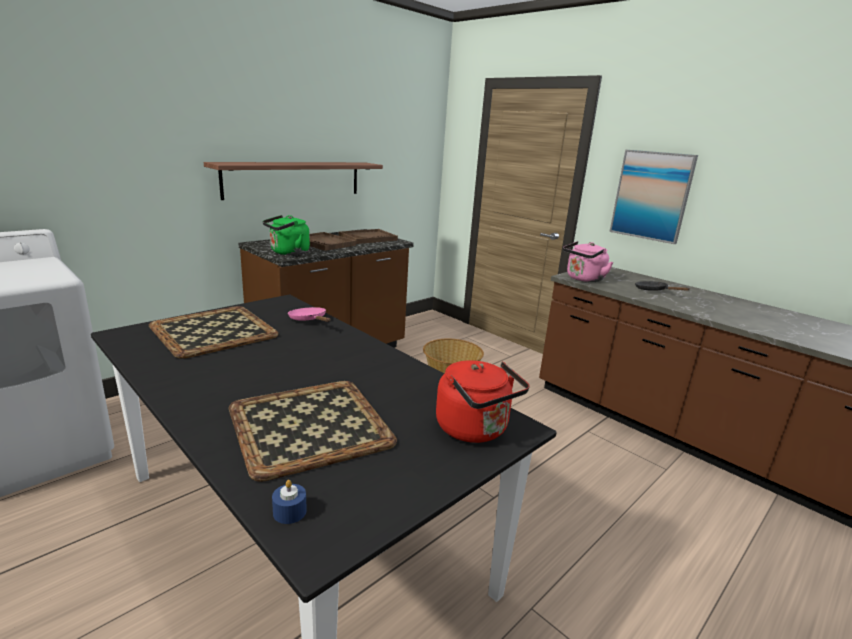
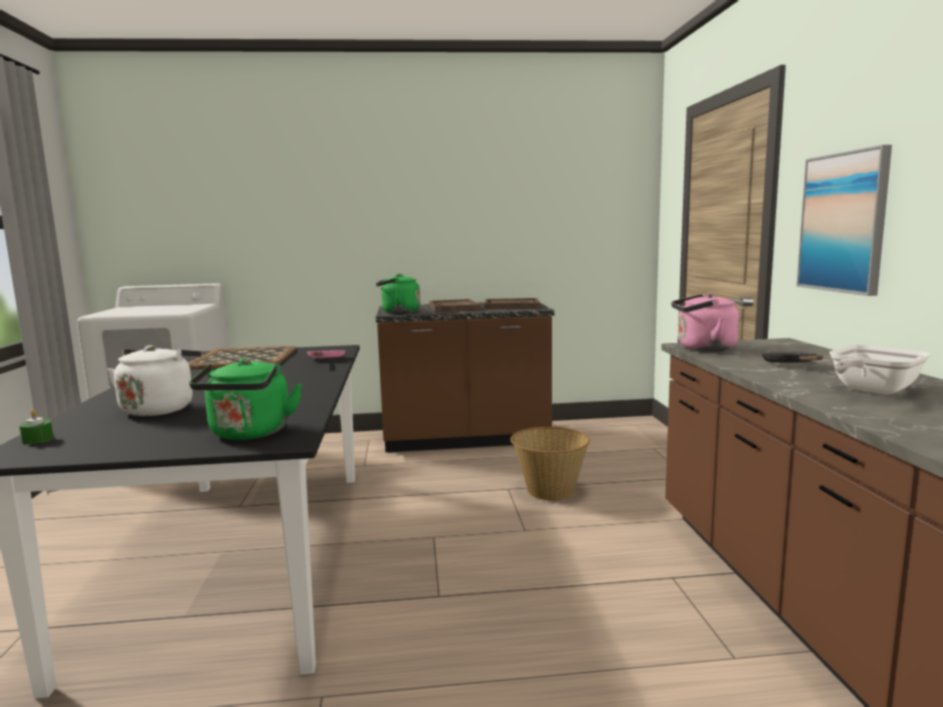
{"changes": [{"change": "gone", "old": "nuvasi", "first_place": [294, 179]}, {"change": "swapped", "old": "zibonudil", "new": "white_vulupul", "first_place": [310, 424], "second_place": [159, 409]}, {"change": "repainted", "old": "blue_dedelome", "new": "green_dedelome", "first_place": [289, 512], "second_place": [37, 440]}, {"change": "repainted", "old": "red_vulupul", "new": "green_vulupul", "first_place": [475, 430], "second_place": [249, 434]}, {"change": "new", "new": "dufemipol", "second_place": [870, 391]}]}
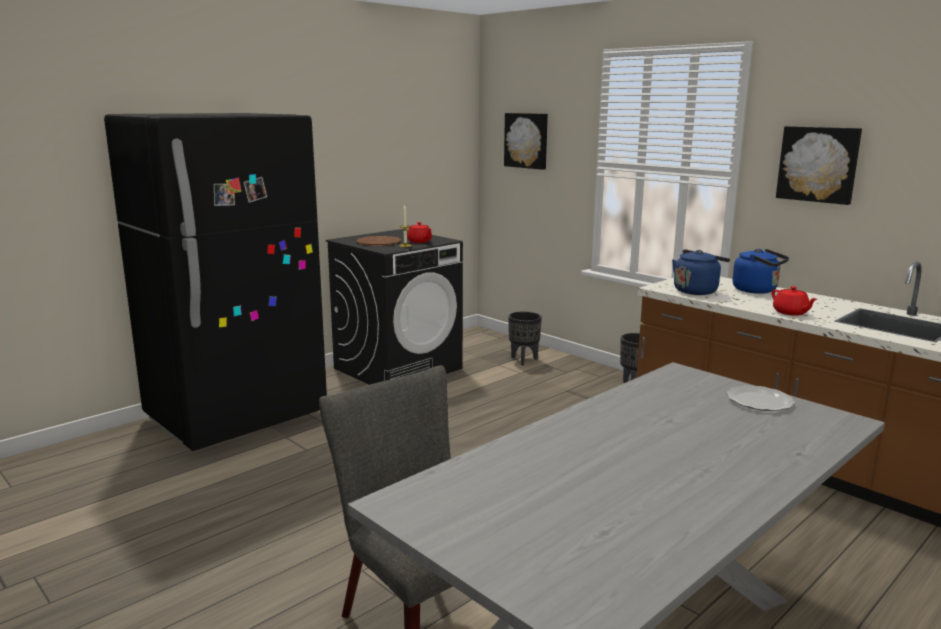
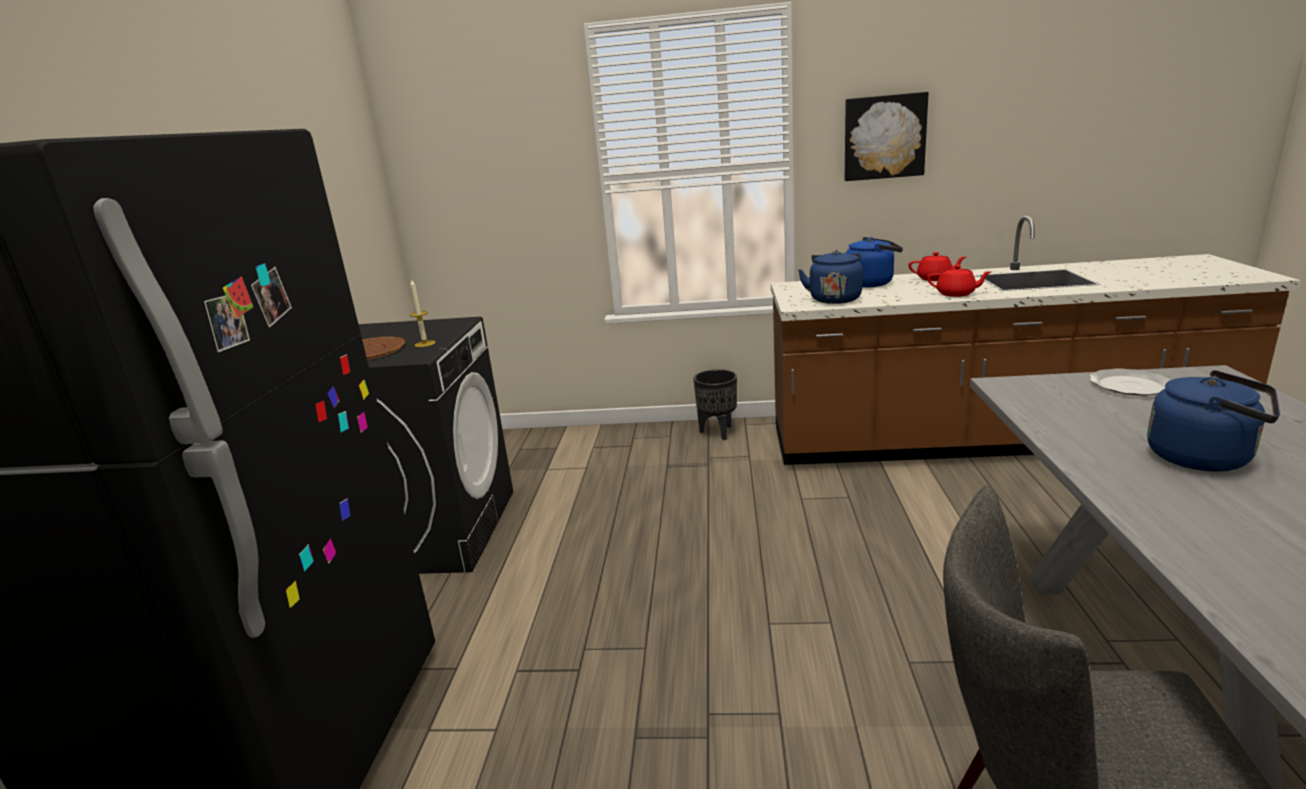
{"changes": [{"change": "shifted", "old": "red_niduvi", "first_place": [419, 241], "second_place": [935, 278]}, {"change": "gone", "old": "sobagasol", "first_place": [527, 140]}, {"change": "gone", "old": "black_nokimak", "first_place": [524, 360]}, {"change": "new", "new": "blue_vulupul", "second_place": [1205, 458]}]}
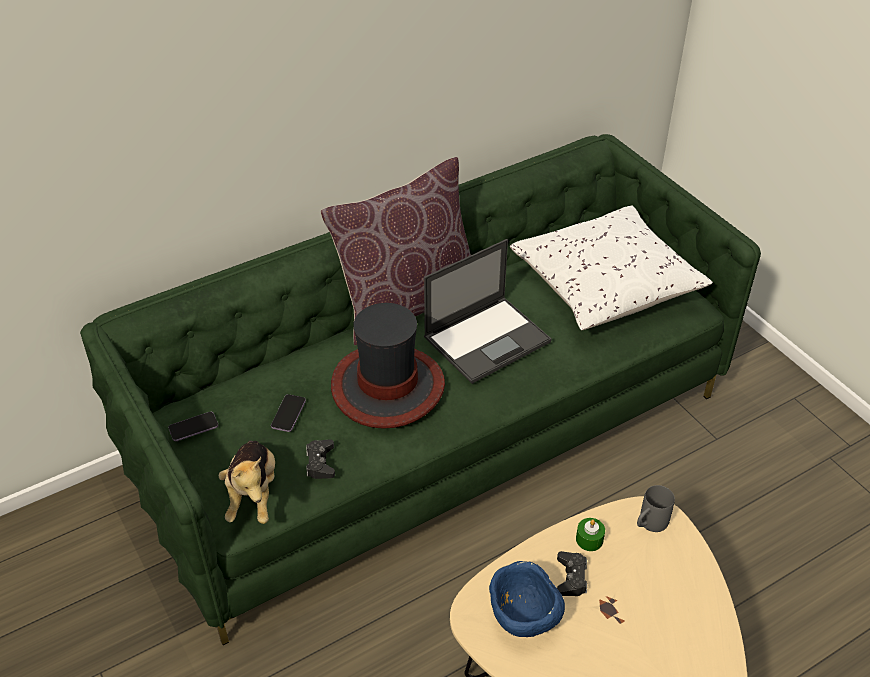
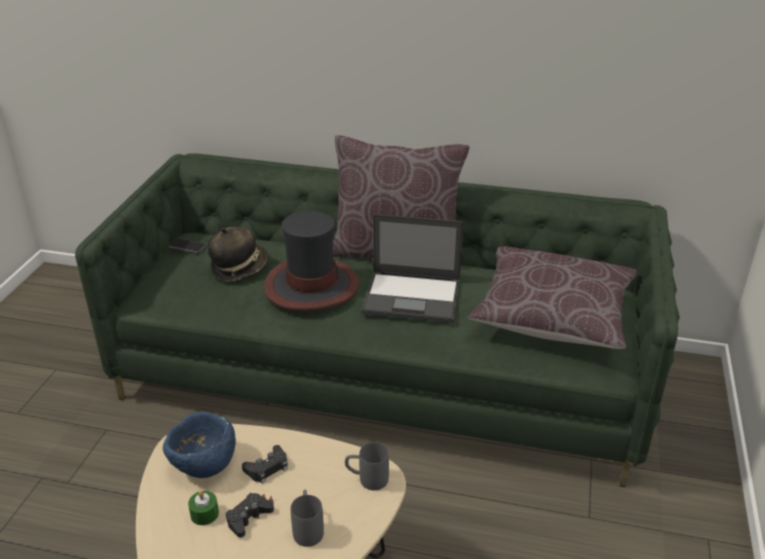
{"changes": [{"change": "gone", "old": "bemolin", "first_place": [253, 495]}, {"change": "swapped", "old": "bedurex", "new": "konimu", "first_place": [288, 414], "second_place": [239, 267]}, {"change": "shifted", "old": "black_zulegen", "first_place": [320, 463], "second_place": [248, 518]}, {"change": "repainted", "old": "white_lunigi", "new": "brown_lunigi", "first_place": [605, 284], "second_place": [552, 314]}, {"change": "shifted", "old": "green_dedelome", "first_place": [589, 539], "second_place": [204, 514]}, {"change": "new", "new": "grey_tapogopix", "second_place": [307, 528]}]}
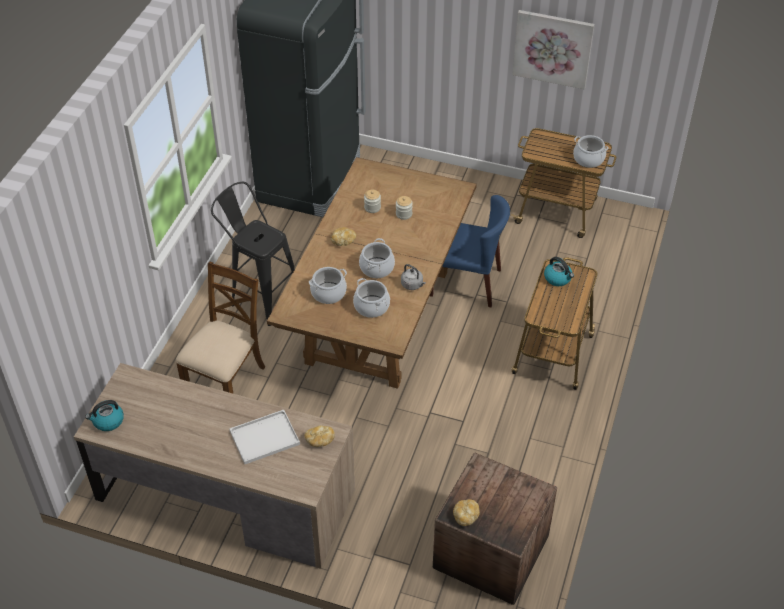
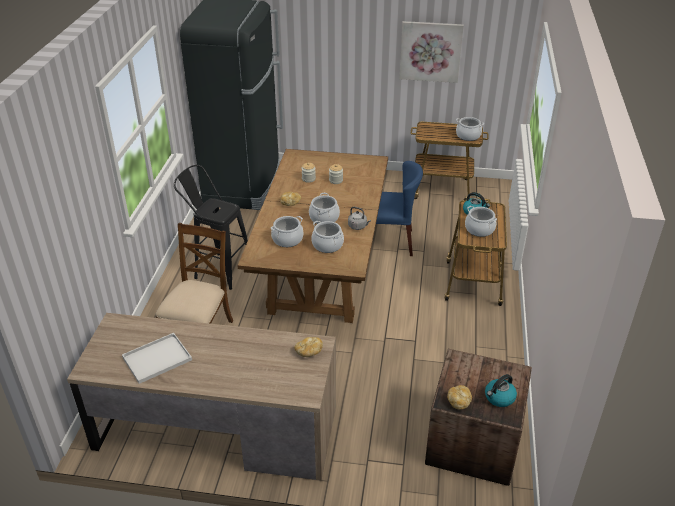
{"changes": [{"change": "shifted", "old": "vulupul", "first_place": [108, 421], "second_place": [499, 398]}, {"change": "shifted", "old": "white_zibonudil", "first_place": [265, 436], "second_place": [158, 358]}, {"change": "new", "new": "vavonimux", "second_place": [479, 229]}]}
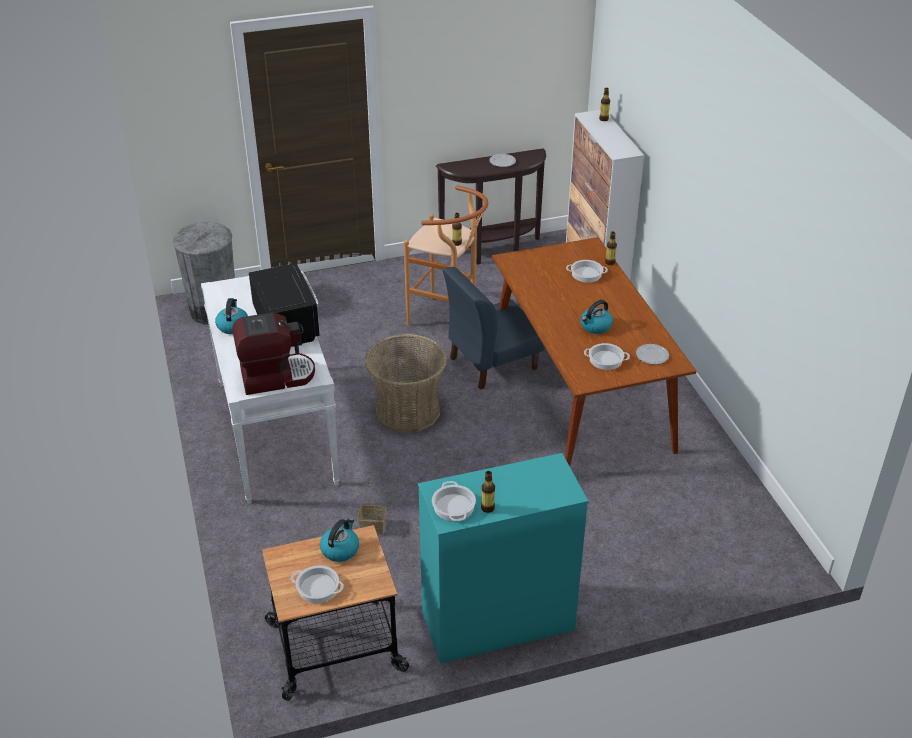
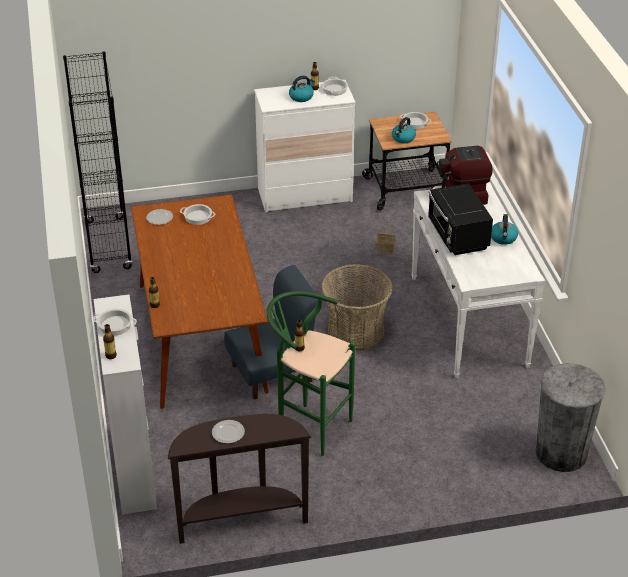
{"changes": [{"change": "repainted", "old": "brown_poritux", "new": "green_poritux", "first_place": [448, 319], "second_place": [309, 425]}, {"change": "repainted", "old": "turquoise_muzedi", "new": "white_muzedi", "first_place": [497, 621], "second_place": [305, 196]}, {"change": "shifted", "old": "vavonimux", "first_place": [586, 274], "second_place": [114, 325]}, {"change": "shifted", "old": "vulupul", "first_place": [595, 327], "second_place": [301, 97]}, {"change": "new", "new": "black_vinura", "second_place": [108, 245]}]}
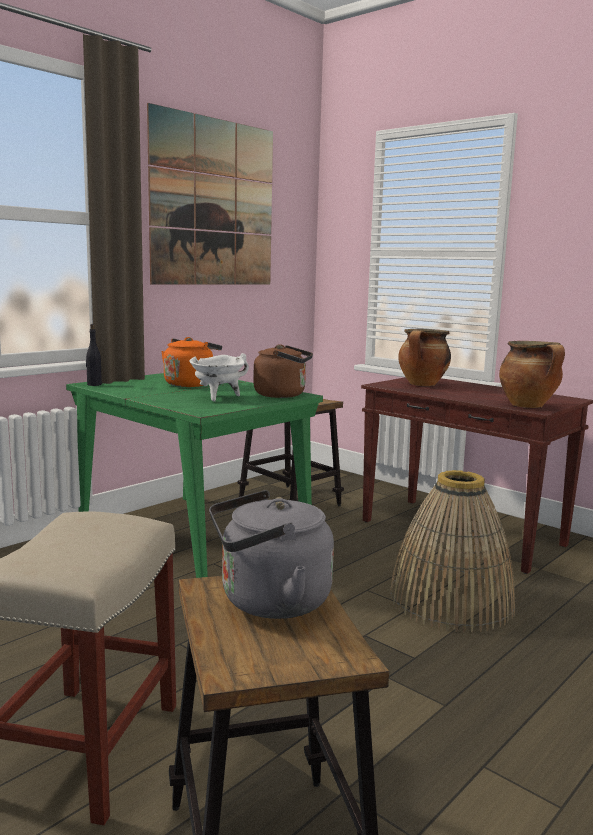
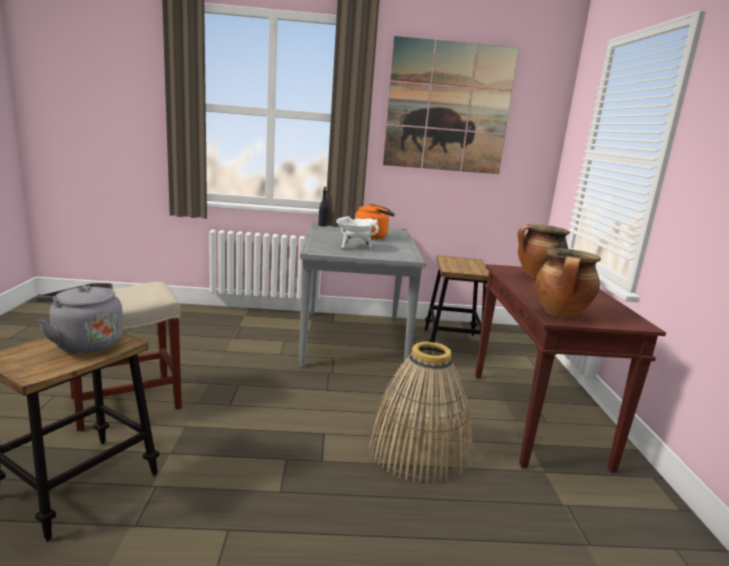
{"changes": [{"change": "repainted", "old": "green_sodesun", "new": "grey_sodesun", "first_place": [192, 536], "second_place": [353, 339]}, {"change": "gone", "old": "brown_vulupul", "first_place": [283, 395]}]}
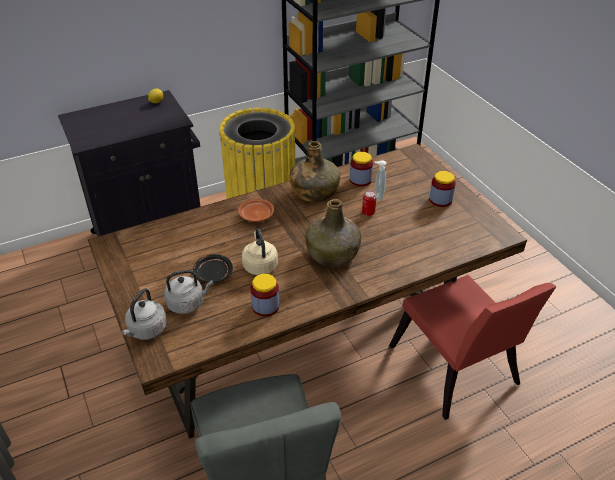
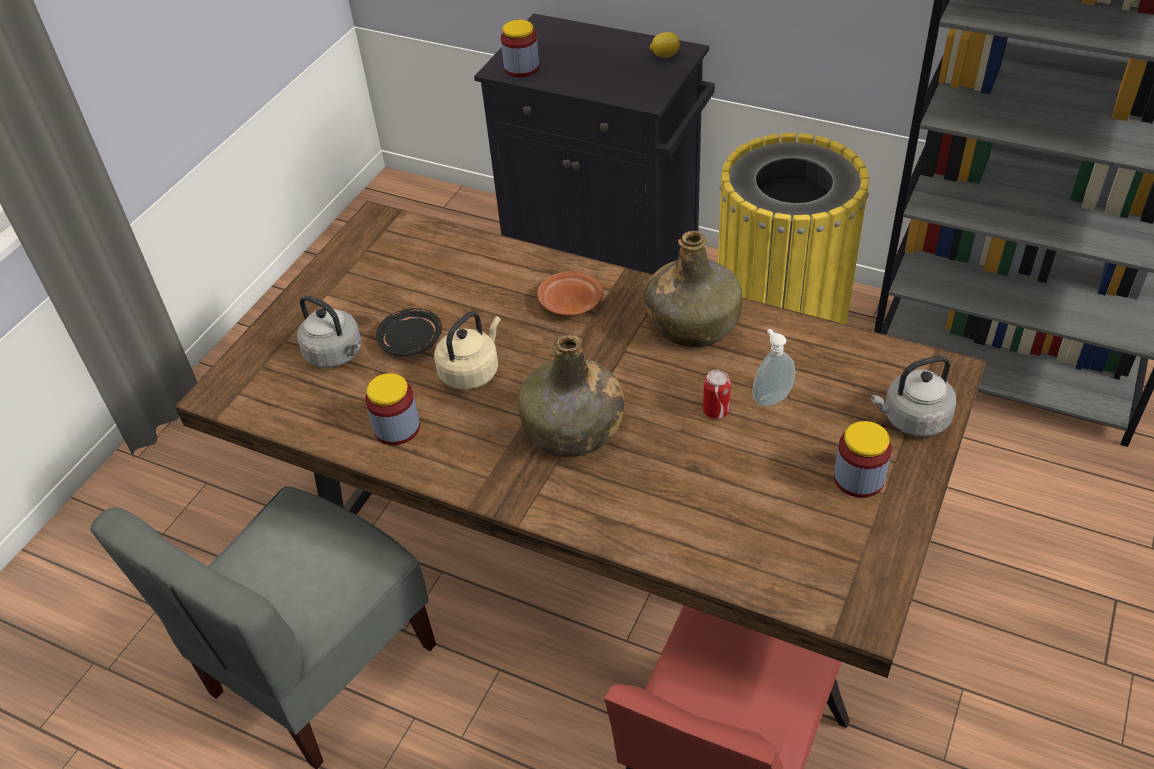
{"changes": [{"change": "shifted", "old": "grey_vulupul", "first_place": [146, 330], "second_place": [912, 419]}, {"change": "shifted", "old": "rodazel", "first_place": [360, 180], "second_place": [521, 68]}]}
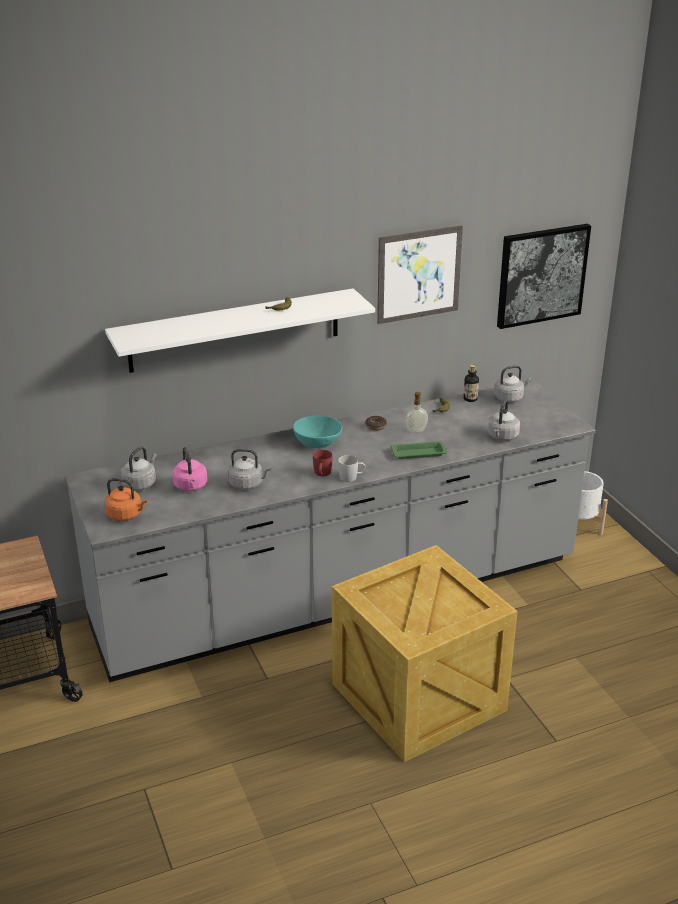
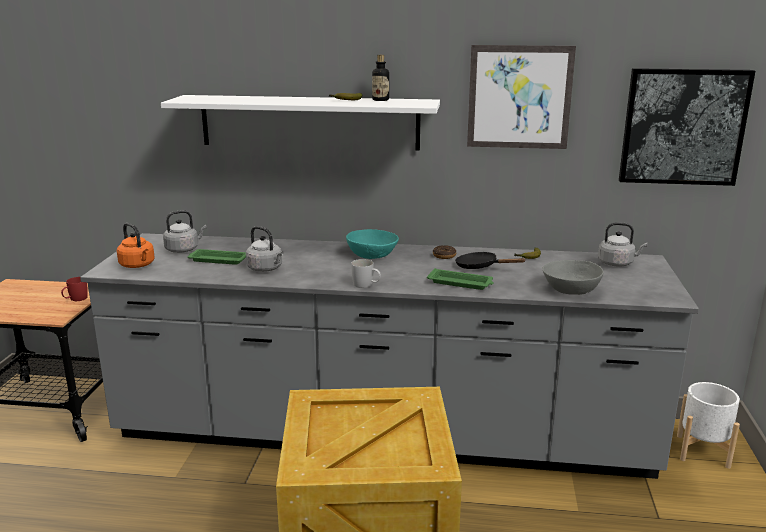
{"changes": [{"change": "swapped", "old": "pink_vulupul", "new": "green_zibonudil", "first_place": [191, 487], "second_place": [217, 260]}, {"change": "shifted", "old": "red_tapogopix", "first_place": [322, 474], "second_place": [75, 299]}, {"change": "swapped", "old": "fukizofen", "new": "black_dufemipol", "first_place": [416, 431], "second_place": [480, 267]}, {"change": "shifted", "old": "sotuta", "first_place": [470, 399], "second_place": [380, 100]}, {"change": "swapped", "old": "grey_vulupul", "new": "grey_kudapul", "first_place": [502, 437], "second_place": [570, 290]}]}
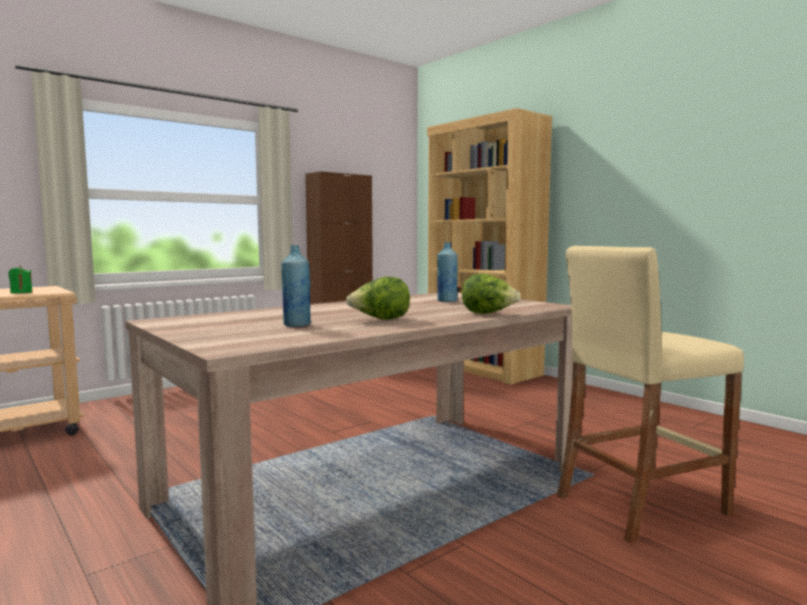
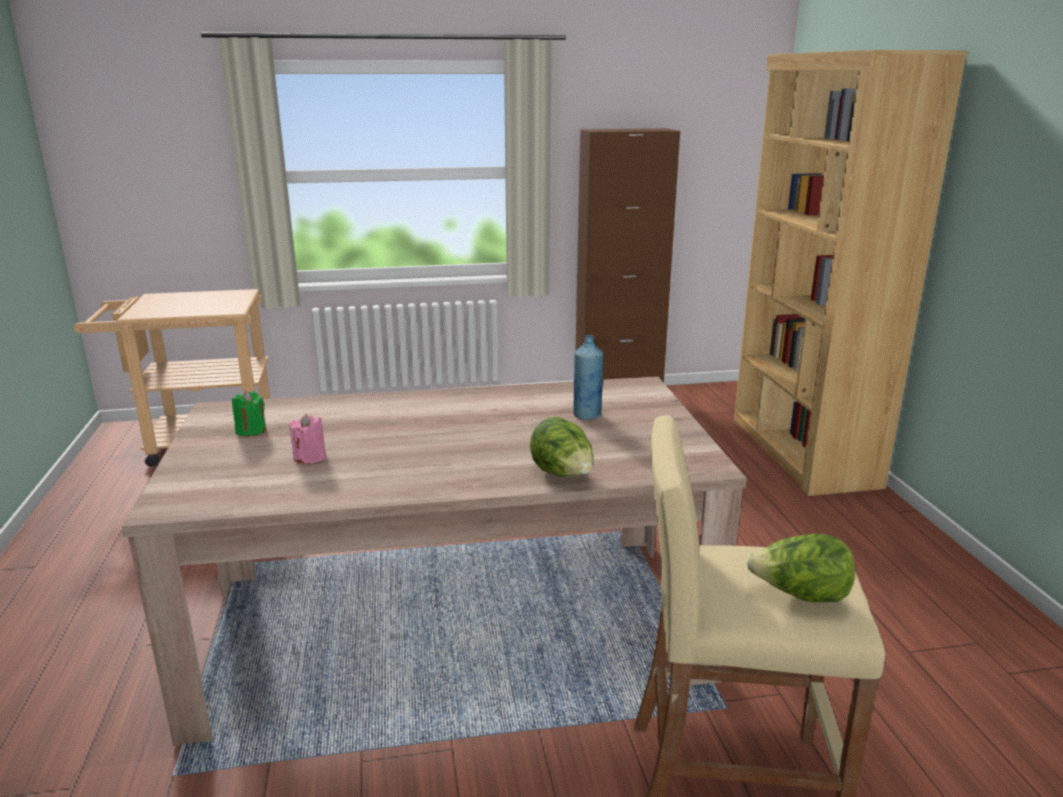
{"changes": [{"change": "shifted", "old": "green_dedelome", "first_place": [21, 292], "second_place": [251, 431]}, {"change": "swapped", "old": "blue_sotuta", "new": "pink_dedelome", "first_place": [297, 325], "second_place": [309, 457]}, {"change": "shifted", "old": "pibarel", "first_place": [380, 320], "second_place": [800, 596]}]}
